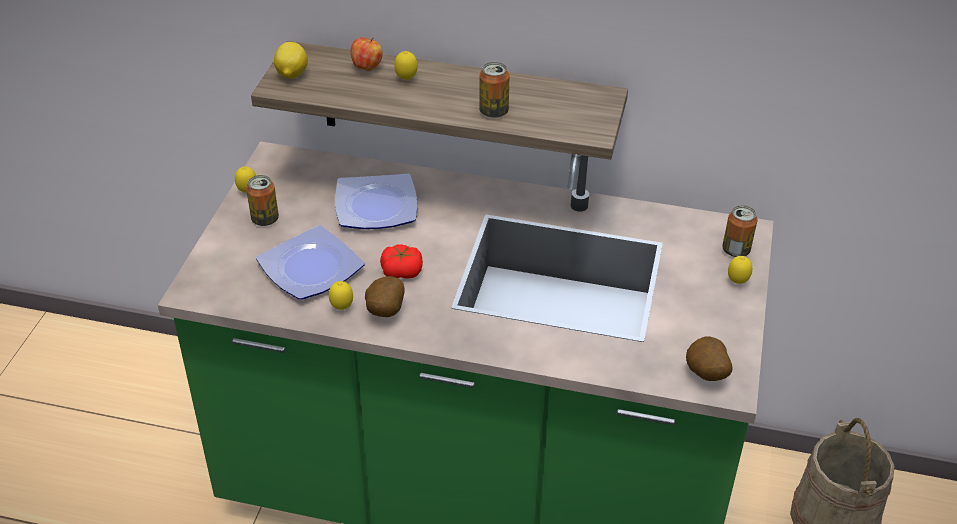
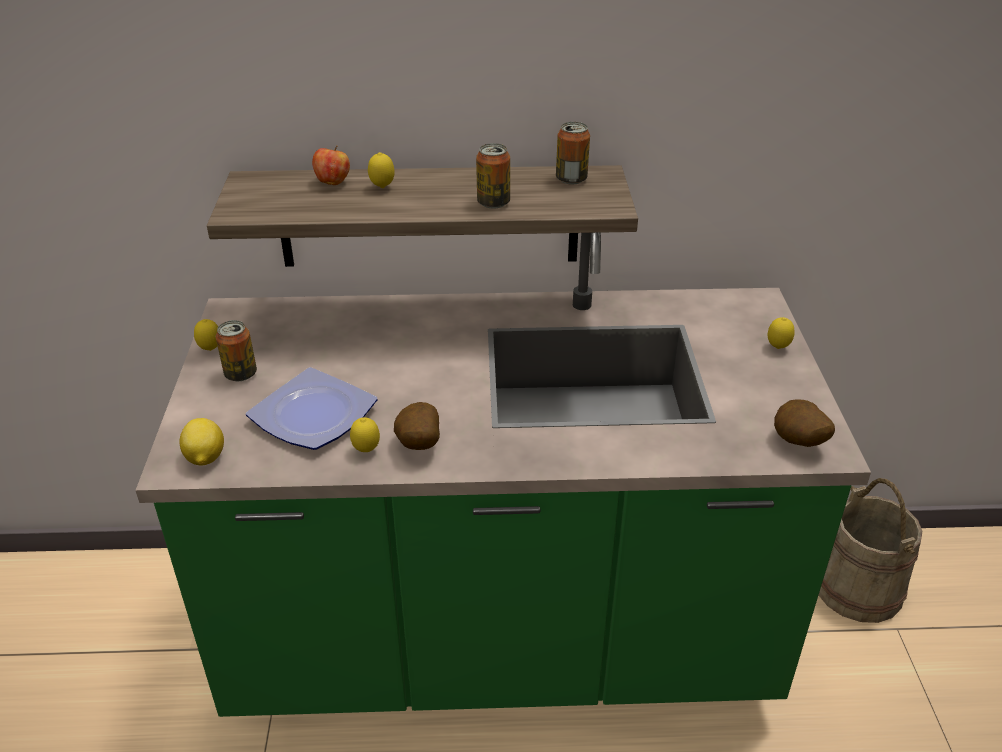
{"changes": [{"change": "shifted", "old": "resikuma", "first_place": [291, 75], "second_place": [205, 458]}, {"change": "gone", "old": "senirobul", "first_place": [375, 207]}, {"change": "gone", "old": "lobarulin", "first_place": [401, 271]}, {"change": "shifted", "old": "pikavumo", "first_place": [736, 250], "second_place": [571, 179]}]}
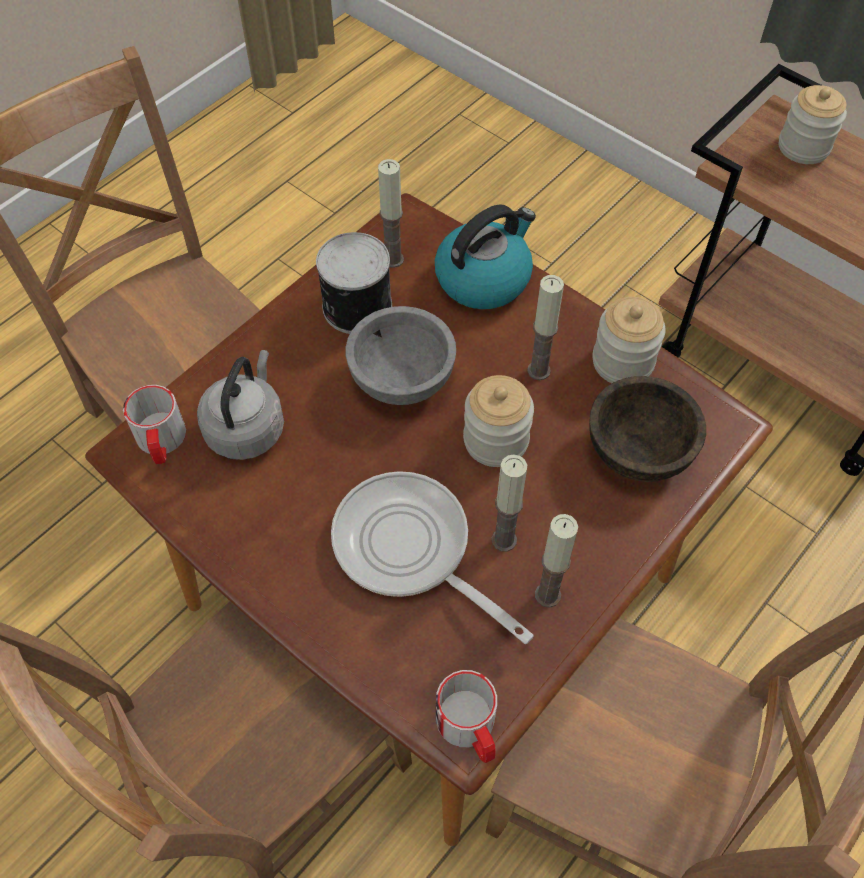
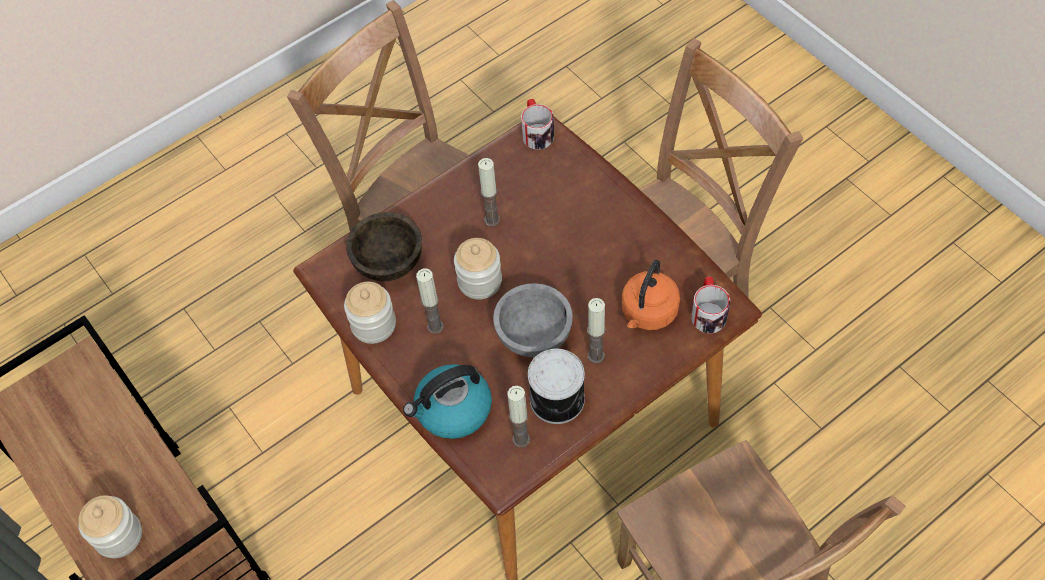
{"changes": [{"change": "repainted", "old": "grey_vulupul", "new": "orange_vulupul", "first_place": [247, 427], "second_place": [648, 313]}, {"change": "gone", "old": "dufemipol", "first_place": [409, 550]}, {"change": "shifted", "old": "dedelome", "first_place": [547, 595], "second_place": [596, 356]}]}
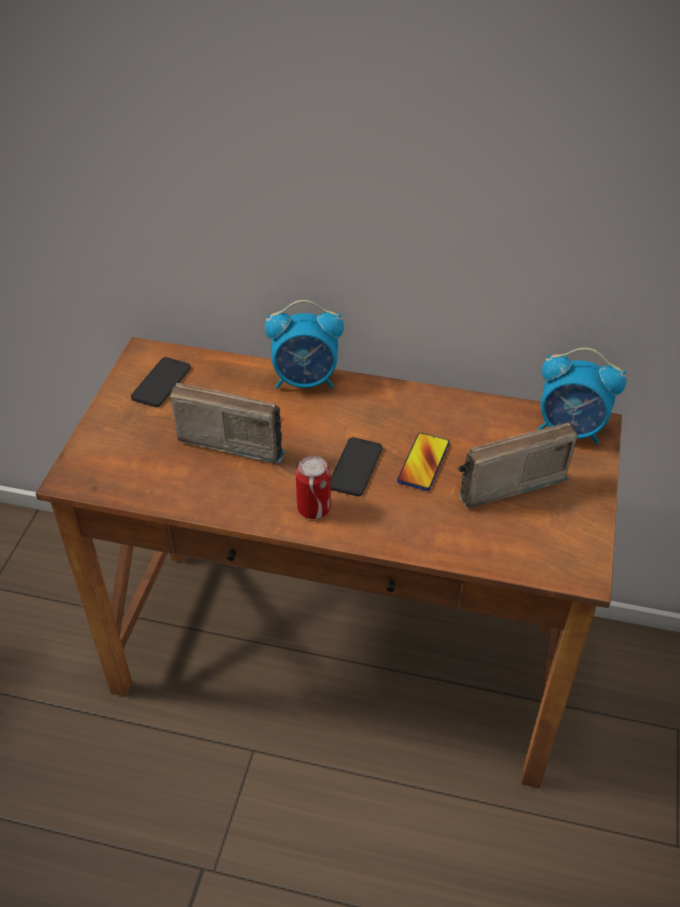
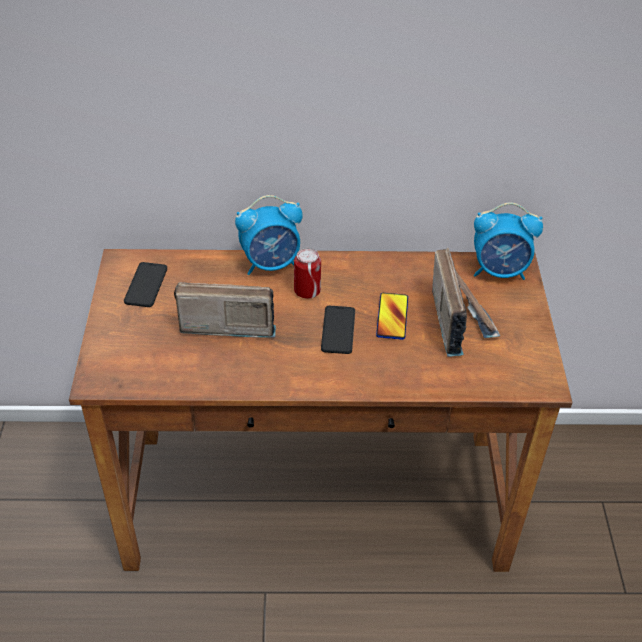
{"changes": [{"change": "shifted", "old": "pikavumo", "first_place": [314, 508], "second_place": [307, 291]}, {"change": "rotated", "old": "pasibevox", "first_place": [502, 479], "second_place": [459, 320], "degrees": 120}]}
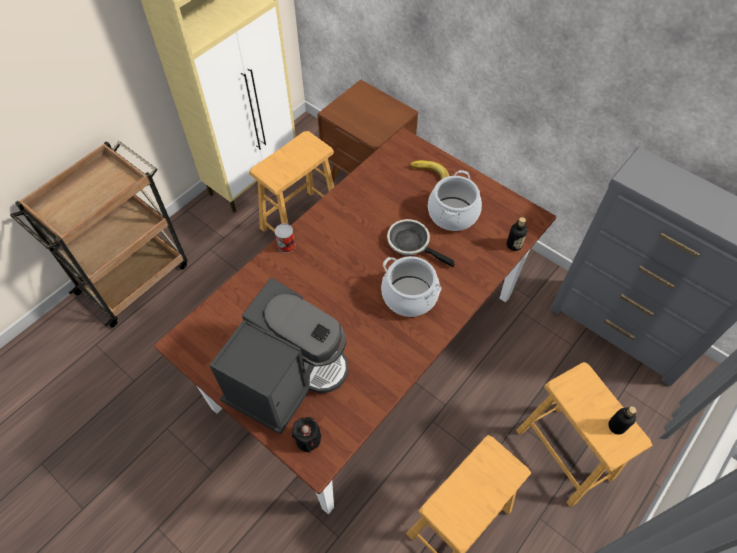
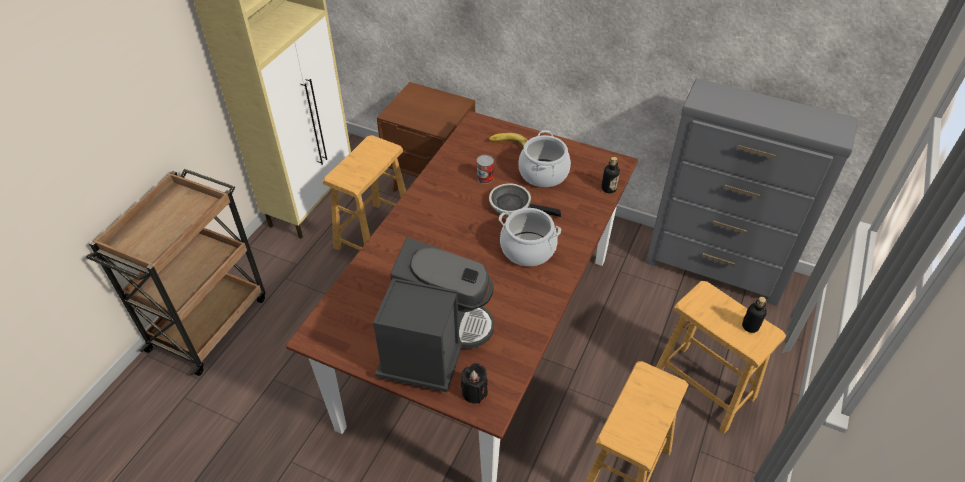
{"changes": [{"change": "shifted", "old": "pikavumo", "first_place": [286, 245], "second_place": [485, 178]}]}
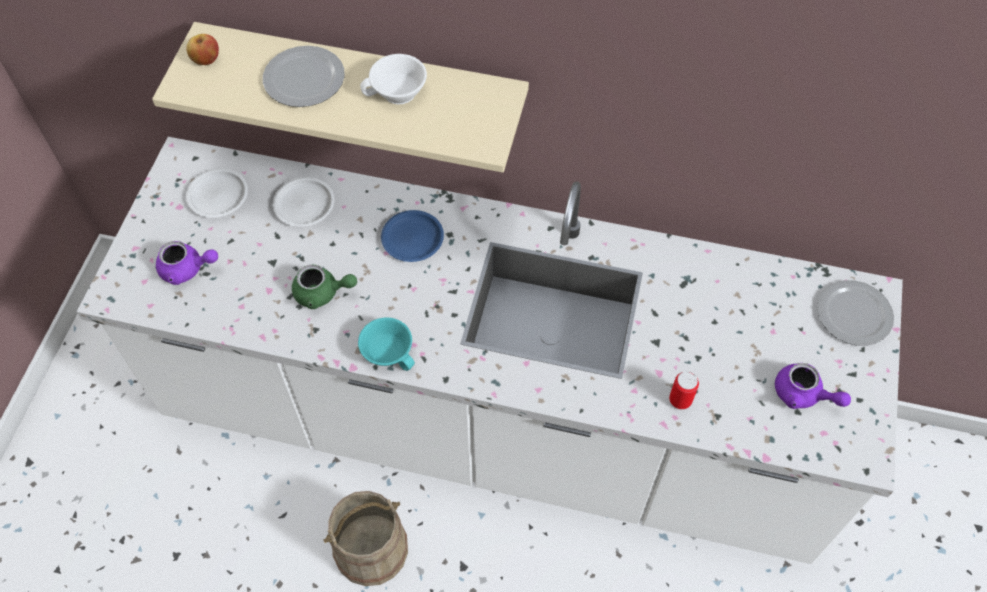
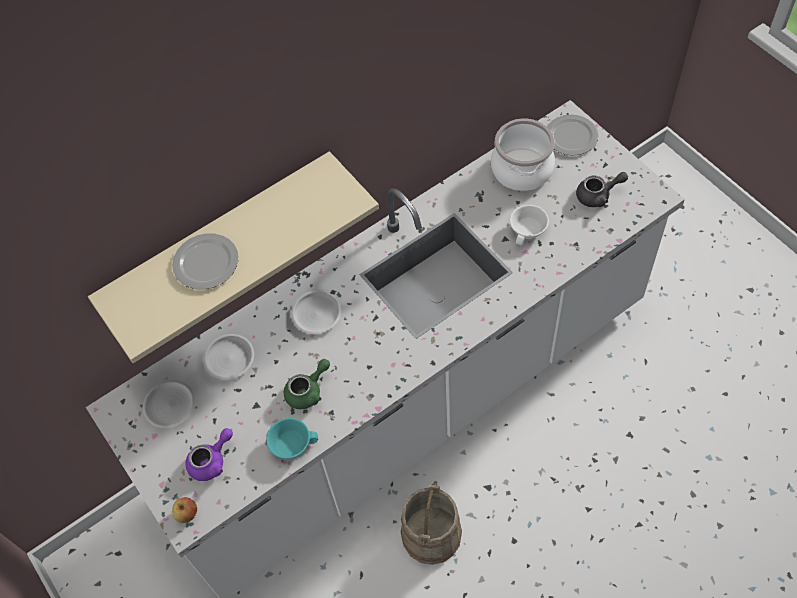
{"changes": [{"change": "shifted", "old": "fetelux", "first_place": [206, 59], "second_place": [187, 514]}, {"change": "shifted", "old": "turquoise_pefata", "first_place": [390, 351], "second_place": [292, 443]}, {"change": "shifted", "old": "white_pefata", "first_place": [398, 94], "second_place": [529, 231]}, {"change": "repainted", "old": "blue_senirobul", "new": "white_senirobul", "first_place": [413, 239], "second_place": [317, 314]}, {"change": "gone", "old": "pikavumo", "first_place": [680, 400]}, {"change": "repainted", "old": "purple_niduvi", "new": "grey_niduvi", "first_place": [803, 395], "second_place": [598, 195]}, {"change": "new", "new": "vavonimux", "second_place": [522, 169]}]}
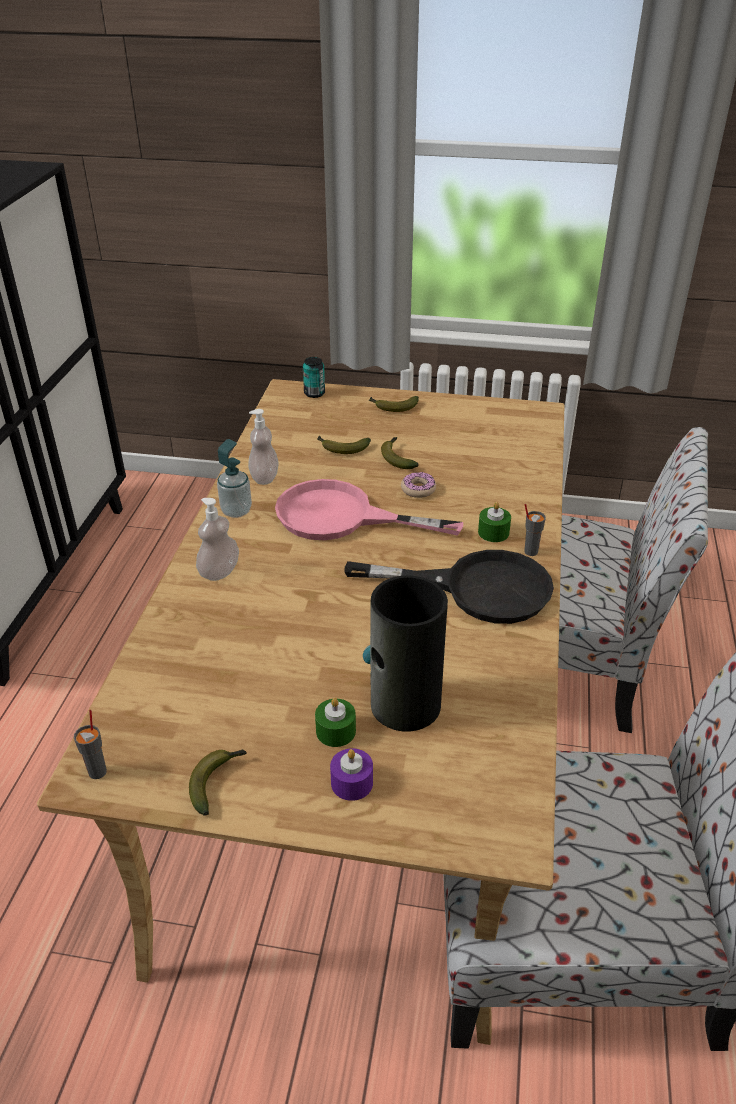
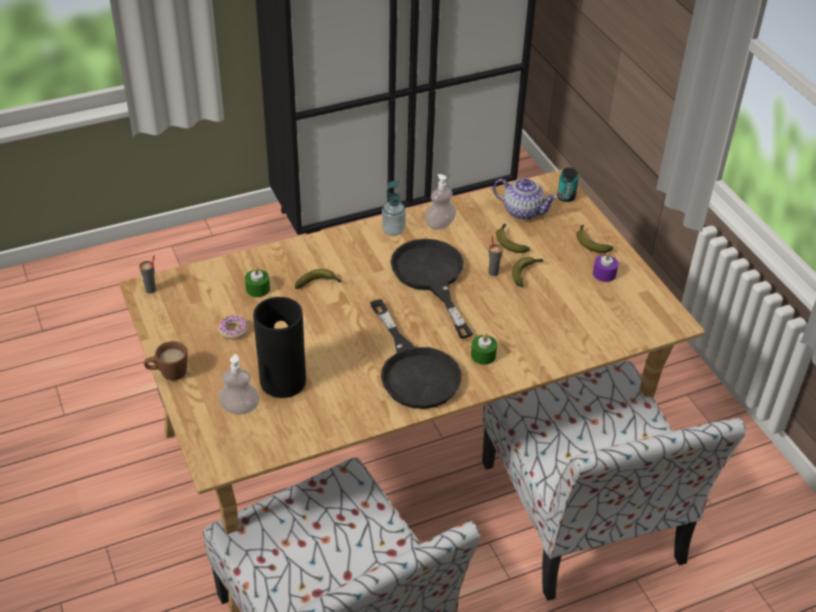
{"changes": [{"change": "shifted", "old": "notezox", "first_place": [217, 781], "second_place": [319, 283]}, {"change": "shifted", "old": "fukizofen", "first_place": [219, 572], "second_place": [240, 408]}, {"change": "repainted", "old": "pink_dufemipol", "new": "black_dufemipol", "first_place": [342, 517], "second_place": [431, 278]}, {"change": "shifted", "old": "green_dedelome", "first_place": [336, 731], "second_place": [258, 289]}, {"change": "shifted", "old": "purple_dedelome", "first_place": [352, 783], "second_place": [604, 274]}, {"change": "shifted", "old": "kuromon", "first_place": [418, 489], "second_place": [233, 330]}, {"change": "shifted", "old": "grey_pefata", "first_place": [530, 551], "second_place": [493, 272]}, {"change": "new", "new": "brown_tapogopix", "second_place": [168, 374]}, {"change": "new", "new": "niduvi", "second_place": [522, 211]}]}
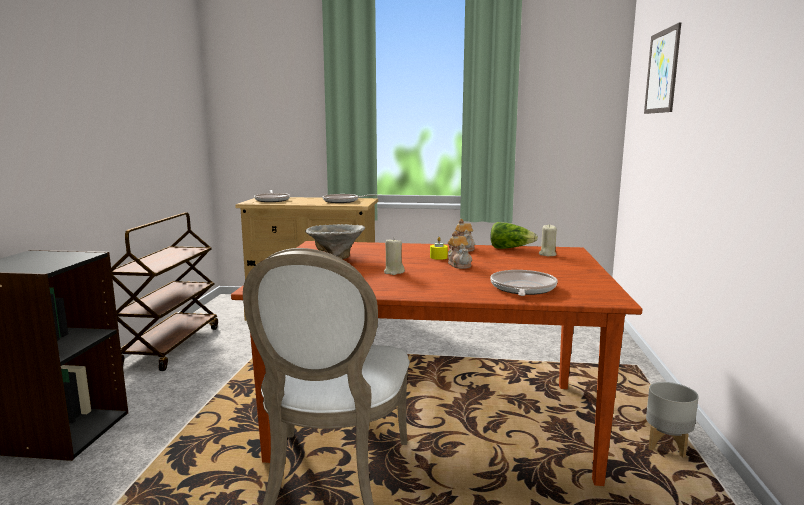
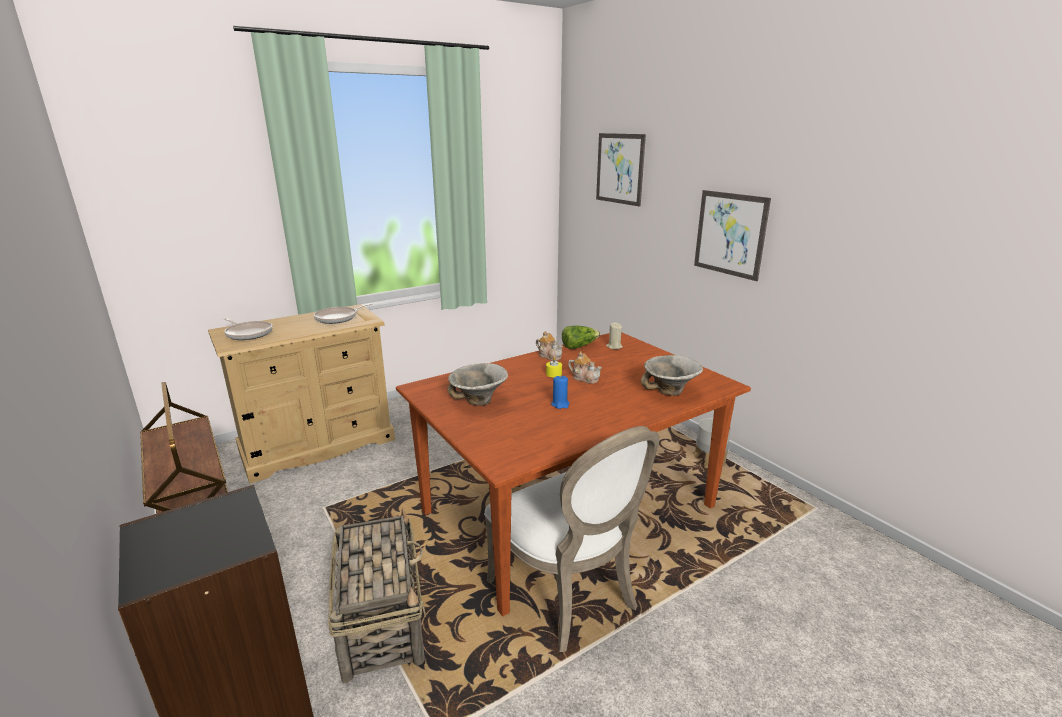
{"changes": [{"change": "repainted", "old": "beige_dedelome", "new": "blue_dedelome", "first_place": [393, 272], "second_place": [560, 404]}, {"change": "swapped", "old": "dufemipol", "new": "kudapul", "first_place": [522, 289], "second_place": [669, 392]}, {"change": "new", "new": "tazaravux", "second_place": [382, 620]}, {"change": "new", "new": "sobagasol", "second_place": [730, 234]}]}
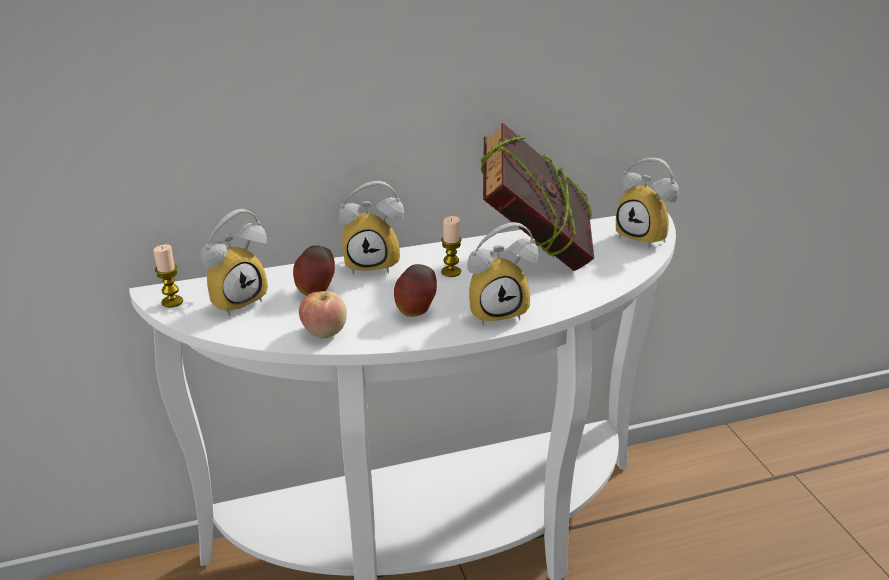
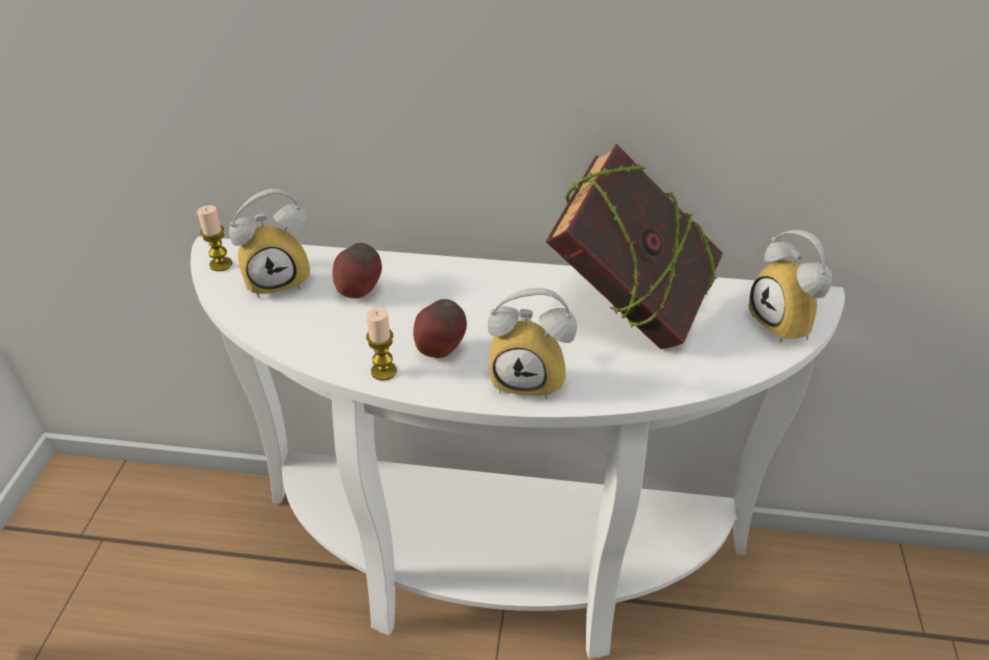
{"changes": [{"change": "gone", "old": "fetelux", "first_place": [324, 331]}, {"change": "gone", "old": "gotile", "first_place": [374, 263]}, {"change": "shifted", "old": "dedelome", "first_place": [451, 272], "second_place": [384, 371]}]}
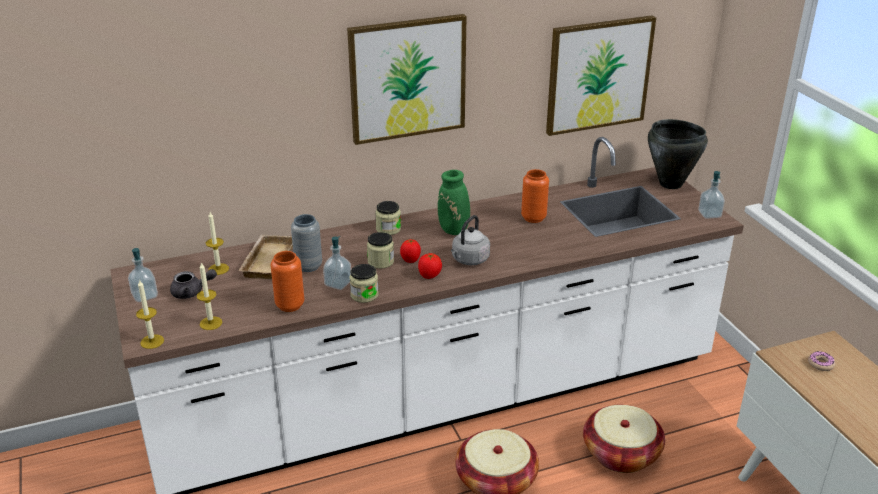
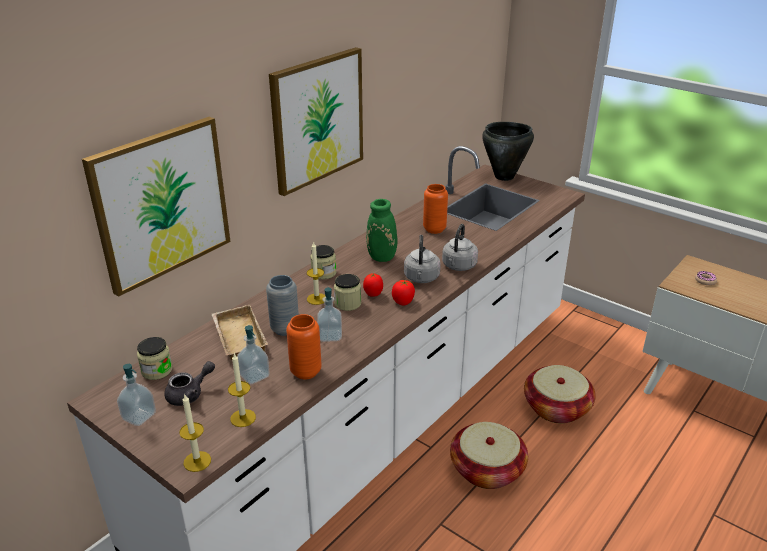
{"changes": [{"change": "shifted", "old": "dedelome", "first_place": [218, 269], "second_place": [316, 299]}, {"change": "shifted", "old": "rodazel", "first_place": [364, 295], "second_place": [157, 370]}, {"change": "shifted", "old": "sobagasol", "first_place": [598, 75], "second_place": [161, 203]}, {"change": "shifted", "old": "fukizofen", "first_place": [709, 214], "second_place": [254, 376]}, {"change": "new", "new": "grey_vulupul", "second_place": [458, 266]}]}
